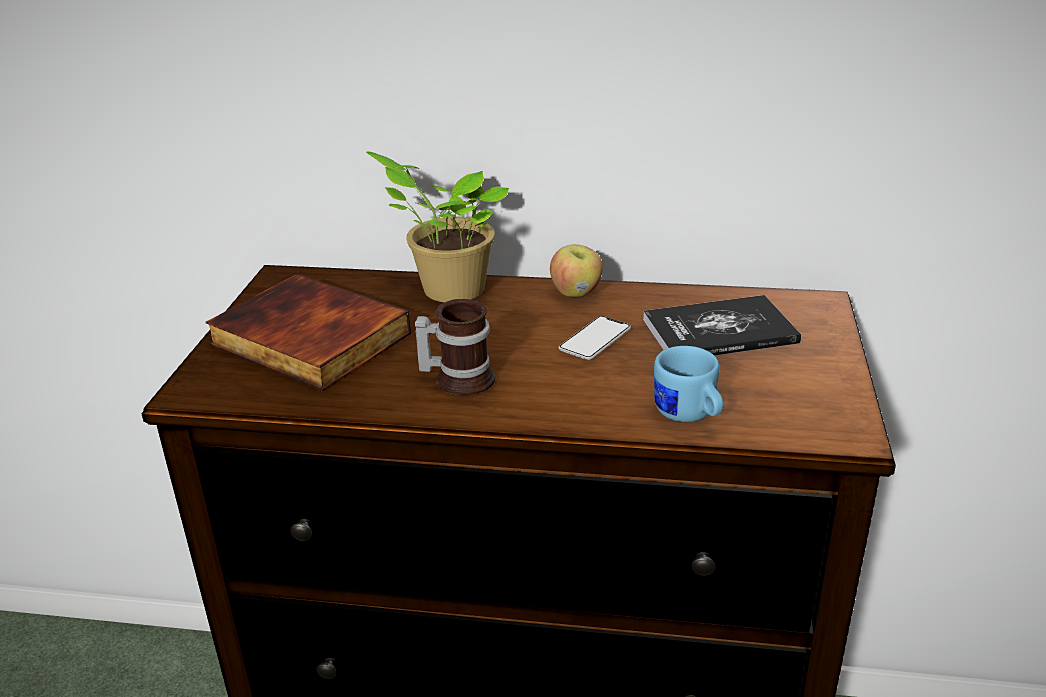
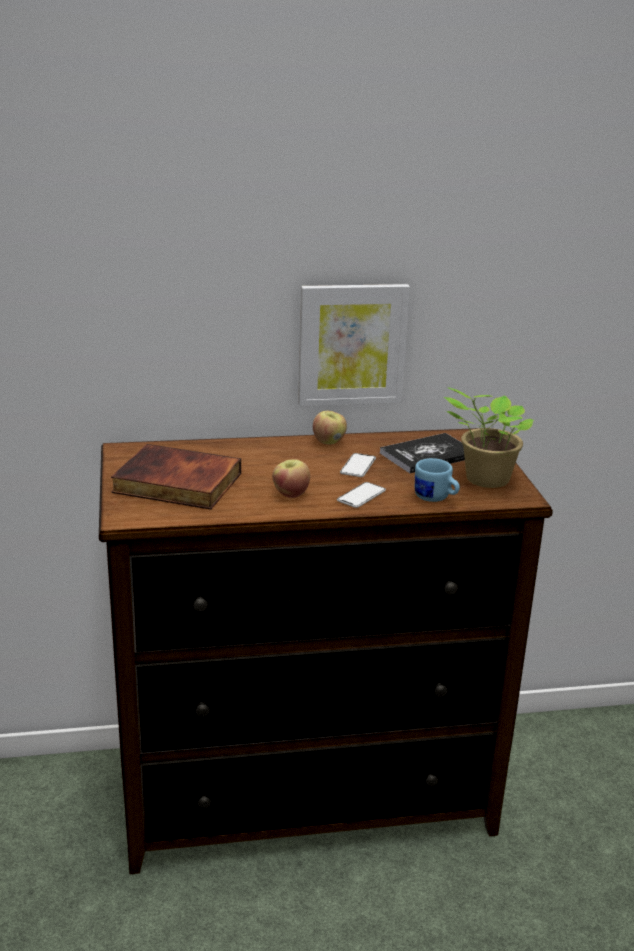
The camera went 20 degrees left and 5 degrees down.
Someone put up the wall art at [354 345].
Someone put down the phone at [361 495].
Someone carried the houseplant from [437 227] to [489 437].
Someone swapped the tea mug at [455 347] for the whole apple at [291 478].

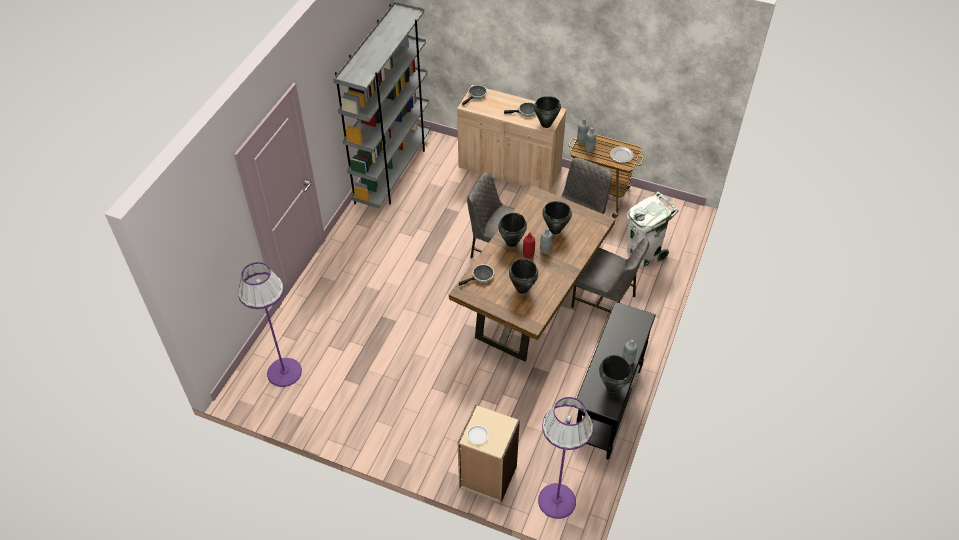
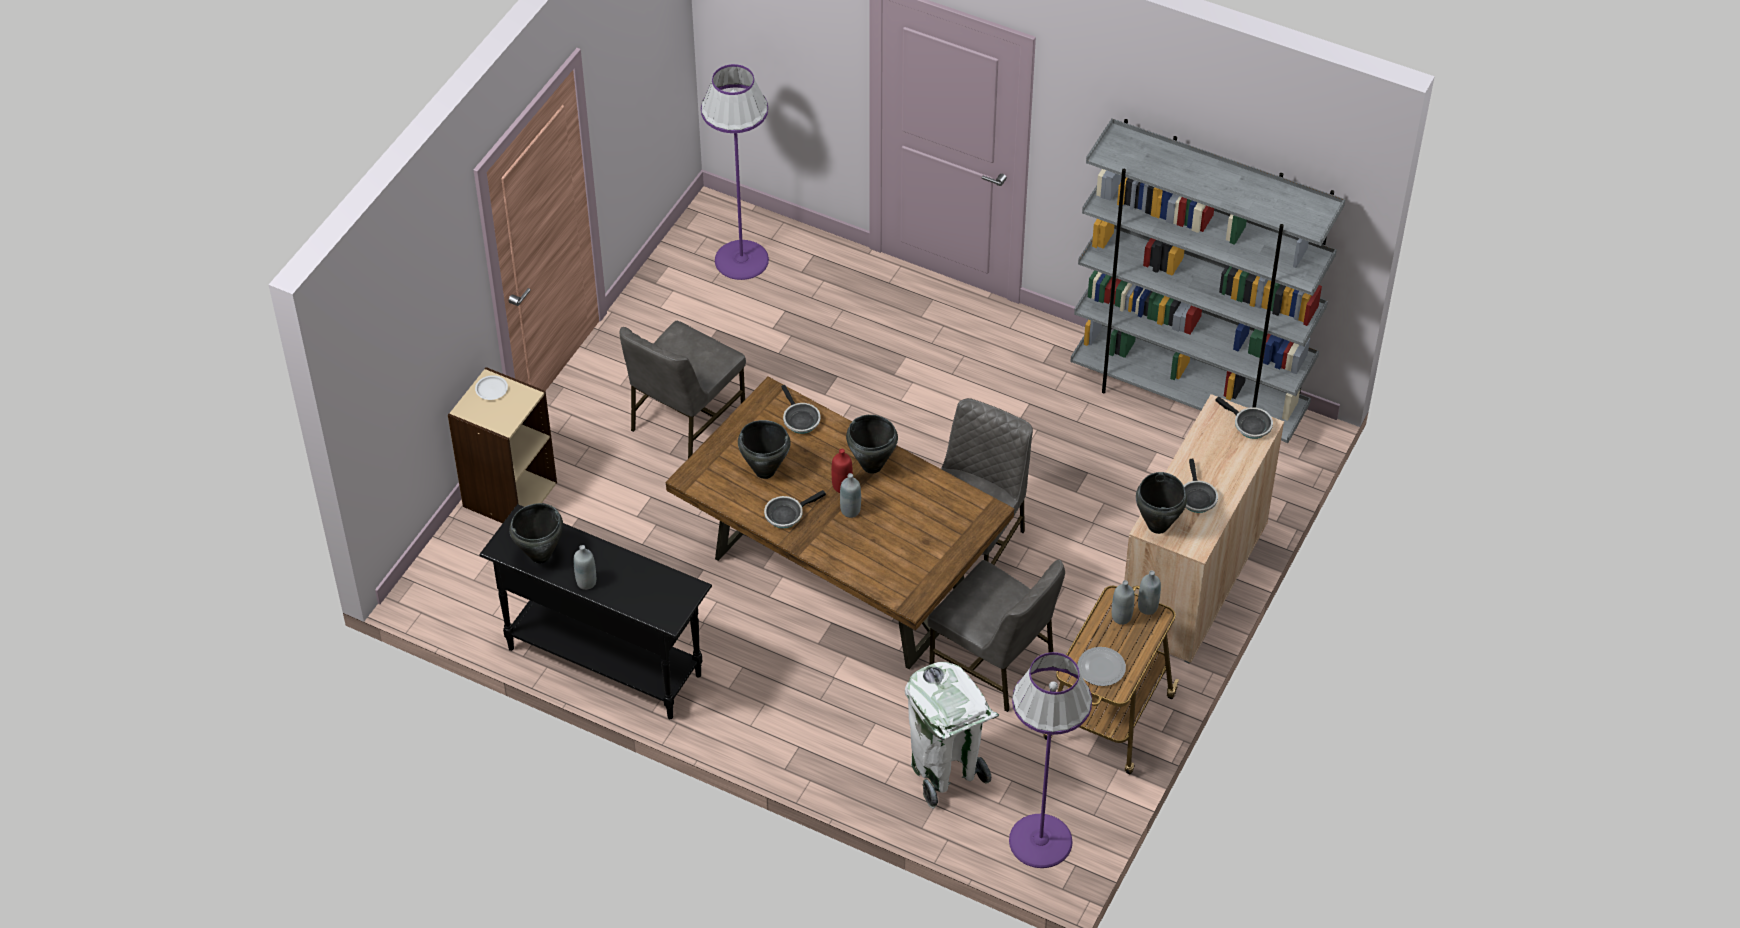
The camera went 95 degrees right and 0 degrees up.
Someone took away the stockpot in black-coloured at [557 218].
Someone put down the frying pan at [795 509].
Someone carried the floor lamp in purple-coloured from [565 458] to [1050 760].
Someone carried the chair in greyish from [610 275] to [683 389].

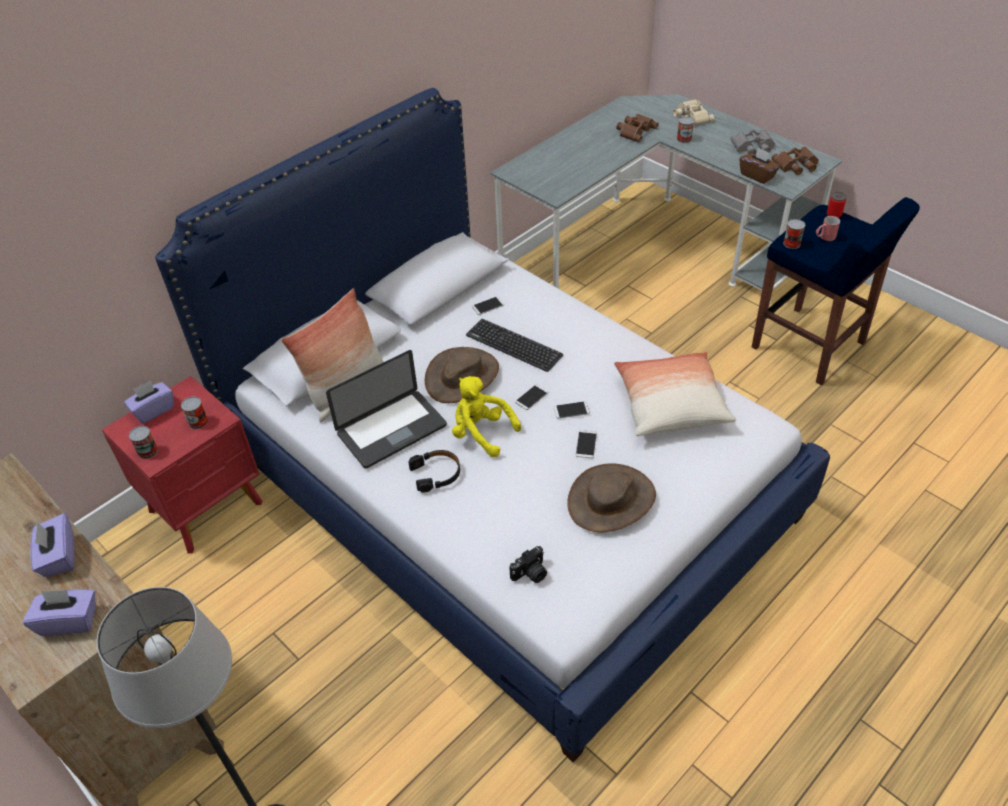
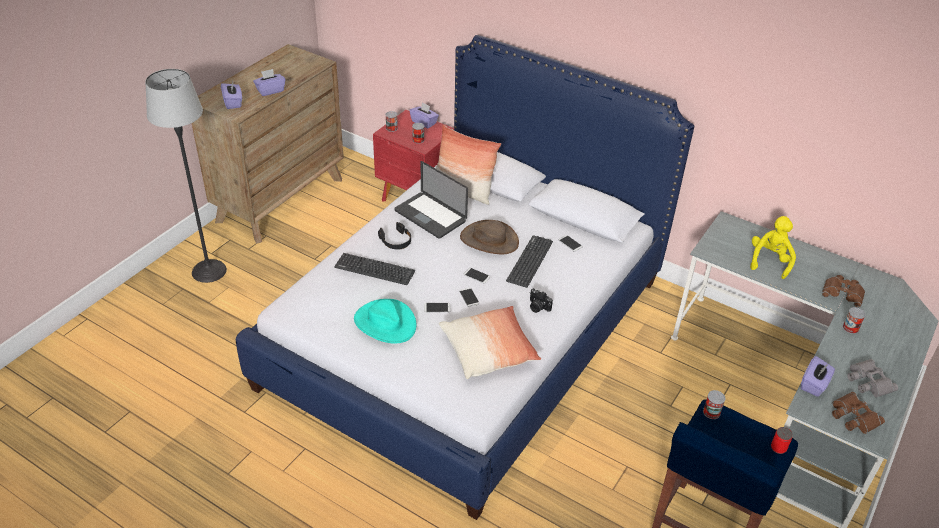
The camera went 75 degrees right and 5 degrees down.
Someone took away the field glasses in beige-coloured at [693 112].
Someone took away the tea mug in red at [828 228].
Someone put down the computer keyboard at [374 269].
Someone carried the plush toy in yellow-coloured from [486 416] to [773 247].
Someone carried the still camera from [528 564] to [541 300].
Someone repainted the clothing hat in brown at [611 497], which became the clothing hat in turquoise at [385 321].
Someone repainted the box of tissues in brown at [759 165], which became the box of tissues in purple-coloured at [818 376].

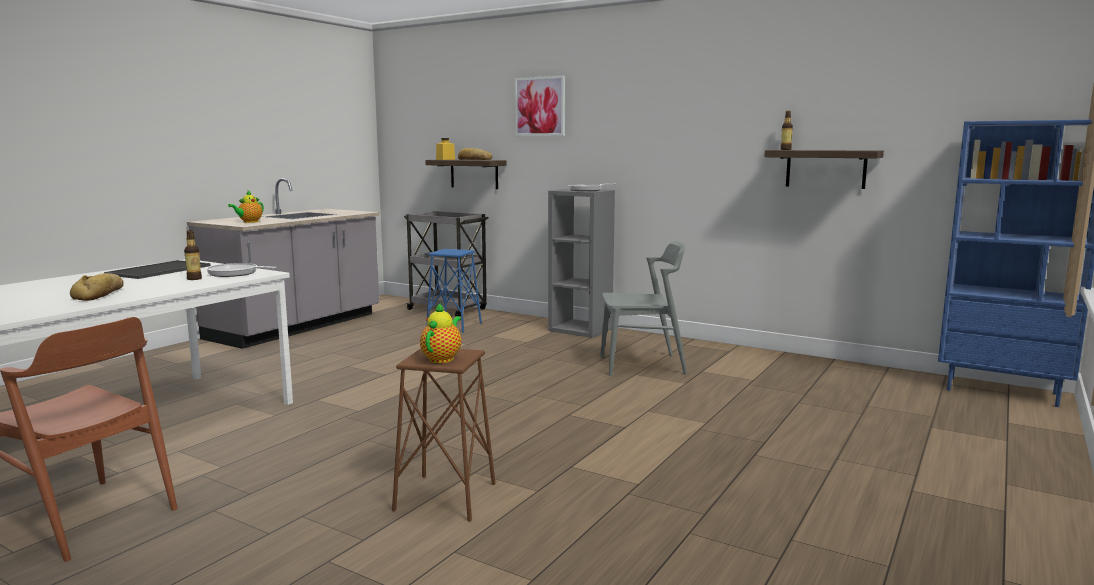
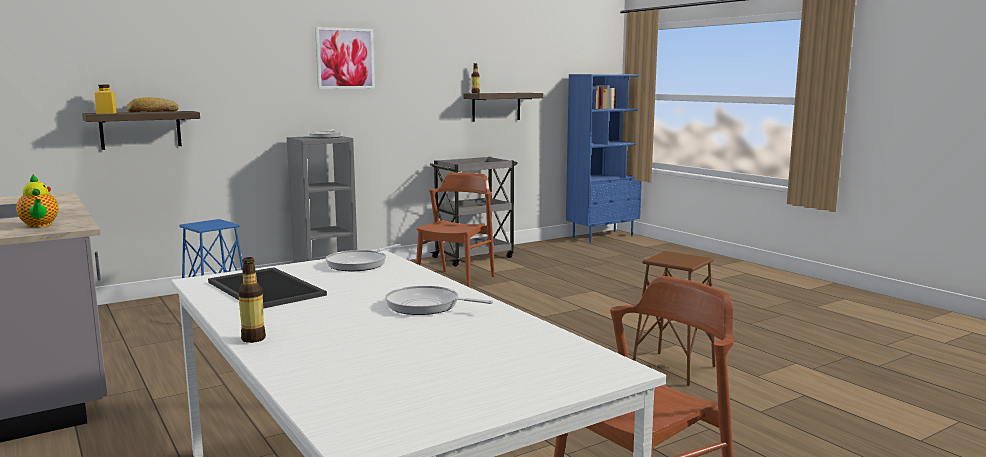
The camera went 65 degrees left and 0 degrees up.
Someone took away the tea pot at [440 332].
Someone carried the beverage bottle from [193 255] to [252 300].
Someone carried the wheeled cart in greyish from [446 264] to [474 212].
Someone carried the wall art from [540 106] to [345 58].
Someone swapped the bread at [97 287] for the frying pan at [439 300].
Someone repainted the chair in greyish at [643 308], which became the chair in brown at [455 229].

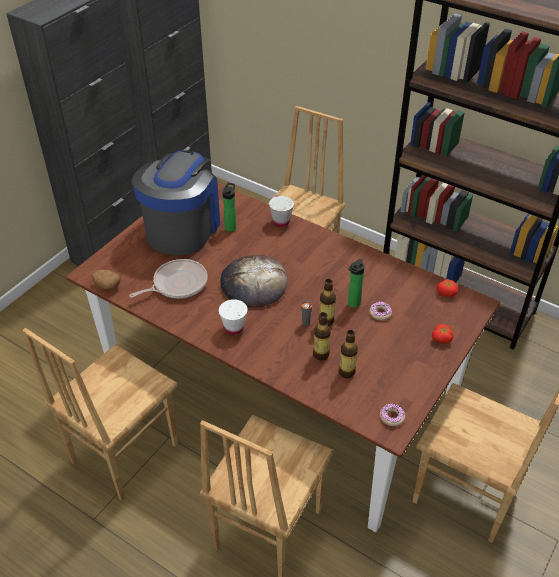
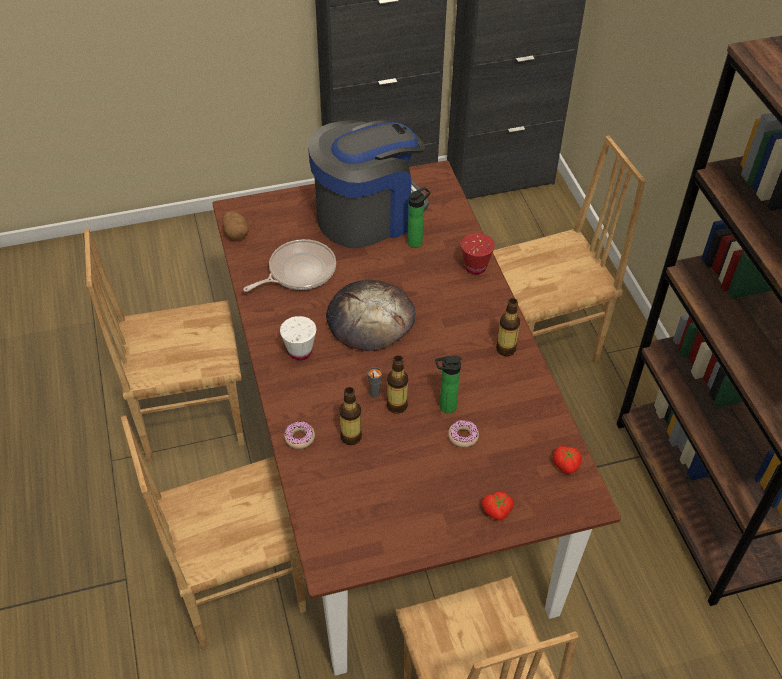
The camera went 40 degrees right and 5 degrees up.
Someone carried the beverage bottle from [348 354] to [508 327].
Someone carried the doughnut from [392 415] to [299 435].
Someone repainted the cup in white at [281 211], which became the cup in red at [478 254].
Someone rotated the frying pan at [168 279] by 45 degrees counterclockwise.

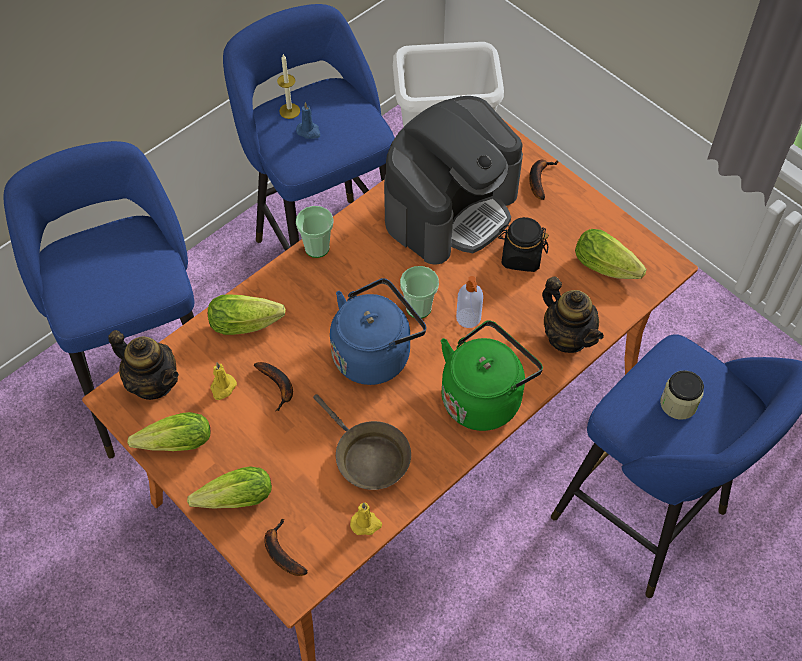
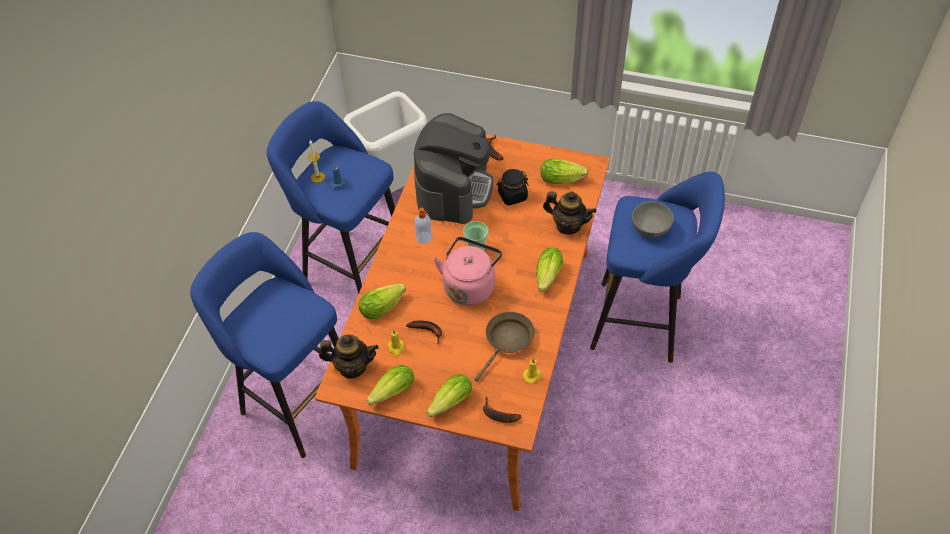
The camera went 30 degrees left and 5 degrees down.
Someone took away the cup at [314 232].
Someone carried the soap dispenser from [469 302] to [423 225].
Someone swapped the water kettle in green at [492 375] for the head of lettuce at [549 270].
Someone swapped the storage jar at [682 395] for the deep dish in greyish at [653 219].
Someone repainted the water kettle in bluish at [378 331], which became the water kettle in pinkish at [468 271].
Someone rotated the frying pan in brown at [362 442] by 75 degrees counterclockwise.

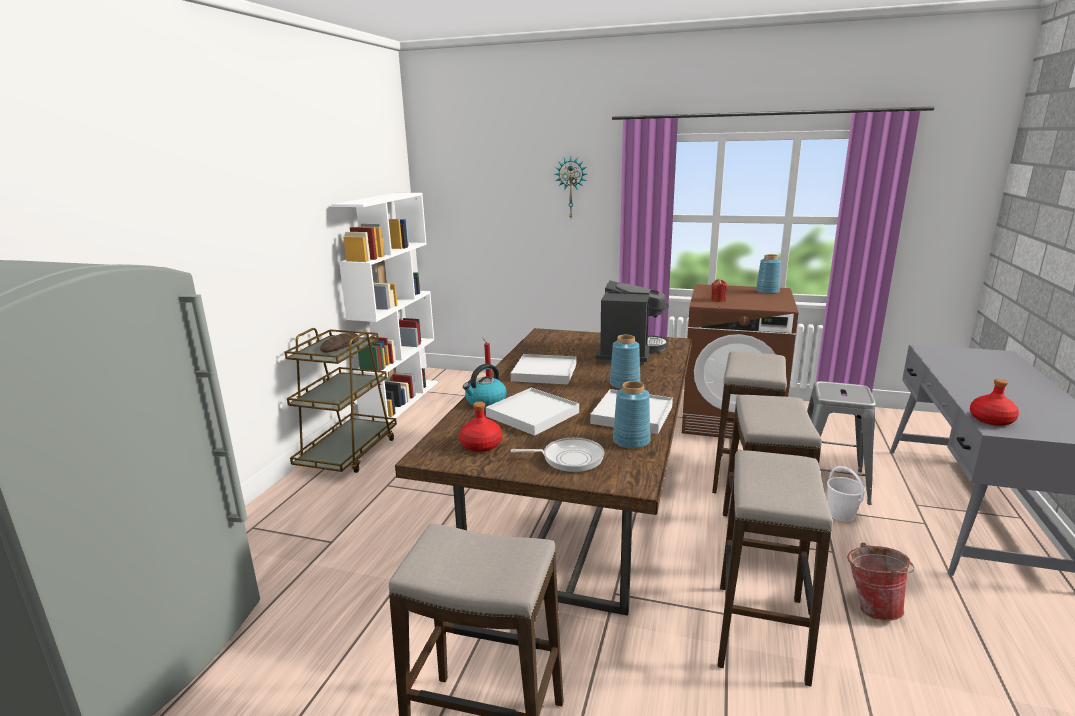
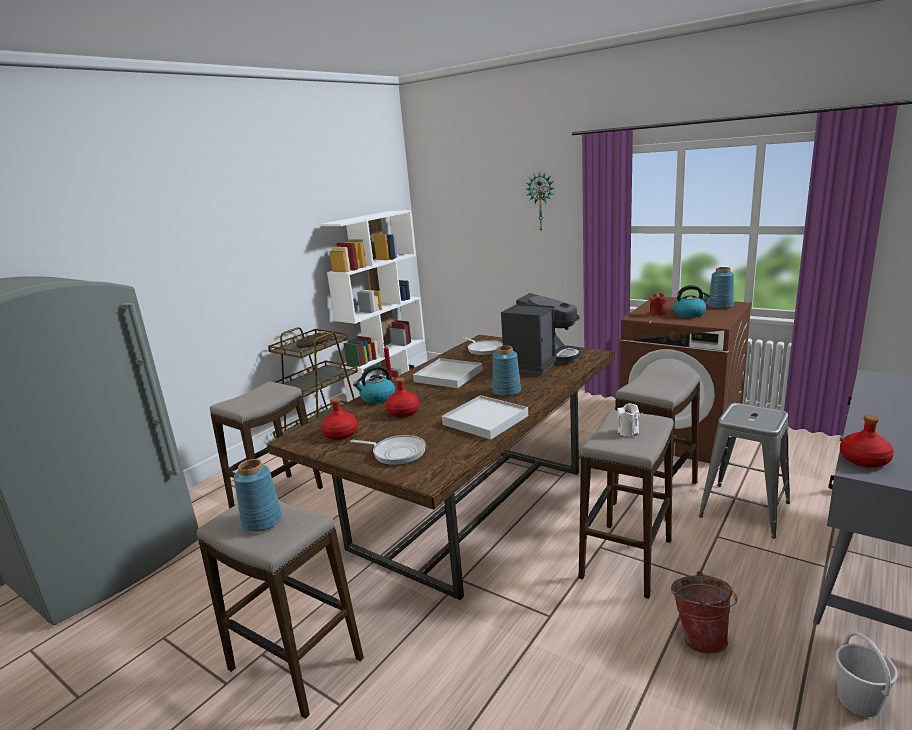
The camera went 20 degrees right and 0 degrees up.
Someone put down the frying pan at [483 346].
Someone put down the wax candle in white at [628 420].
Someone put down the water kettle at [691 301].
Someone carried the vase in bluish from [632 415] to [258 495].
Someone carried the stool seat from [775 568] to [266 445].
Someone carried the pail in white from [846 494] to [867 674].
Someone swapped the serving tray in white at [532 412] for the beverage bottle in red at [403 397].

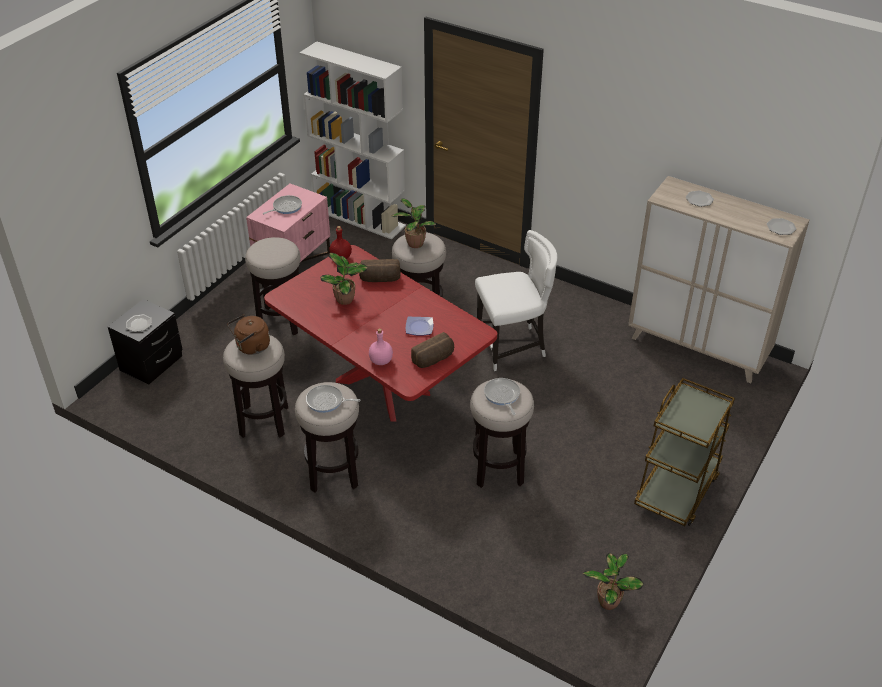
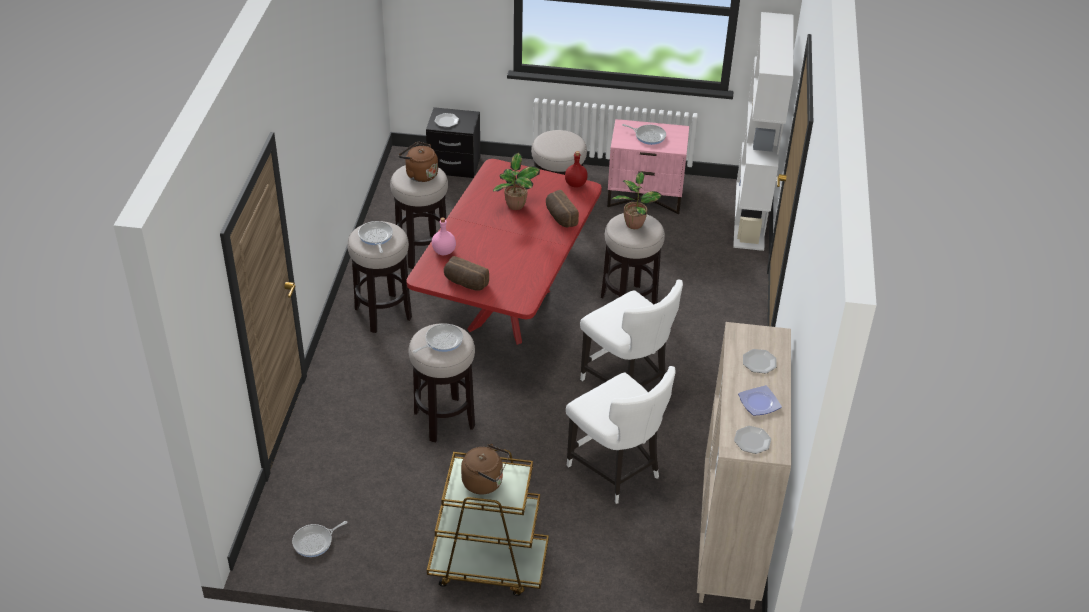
The camera went 65 degrees right and 0 degrees up.
Someone put down the water kettle in brown at [485 469].
Someone put down the chair in white at [620 435].
Someone carried the dinner plate from [419 326] to [760 400].
Someone swapped the houseplant at [613 581] for the frying pan at [320 539].

